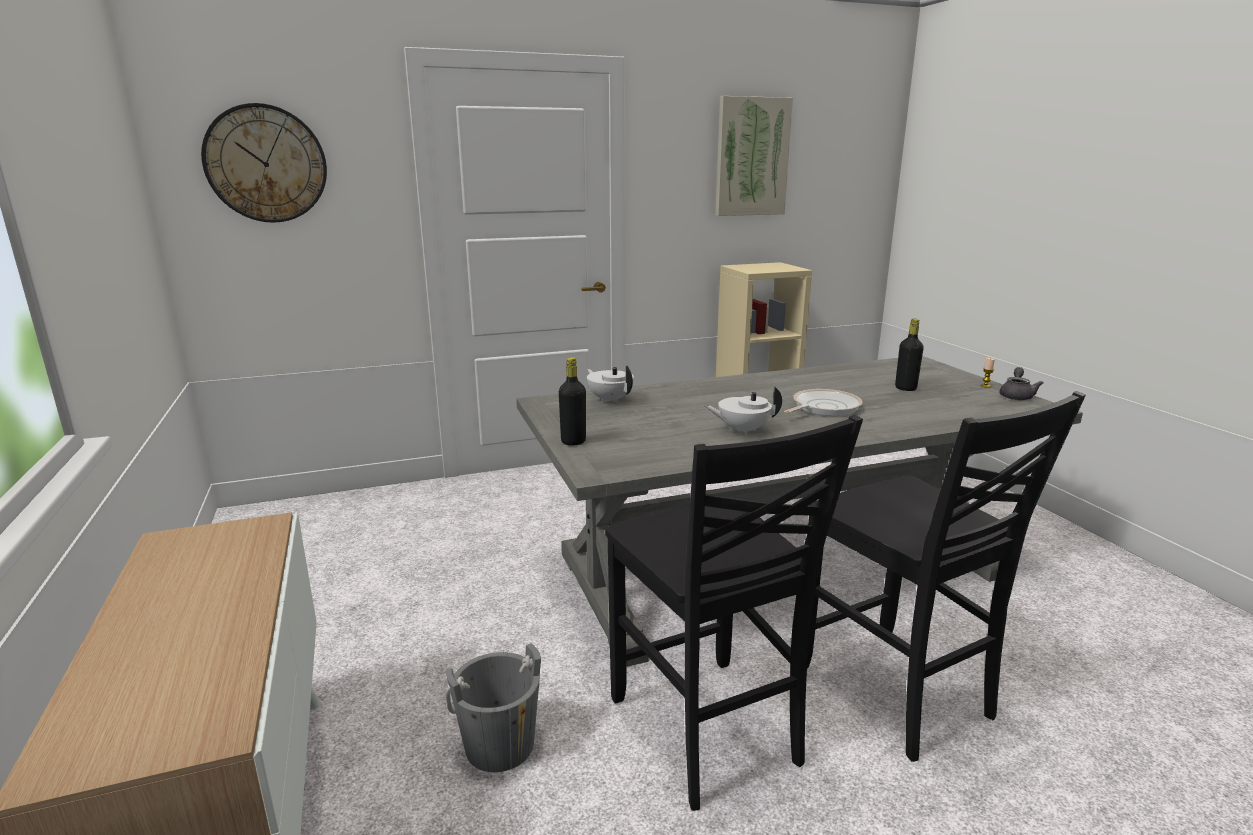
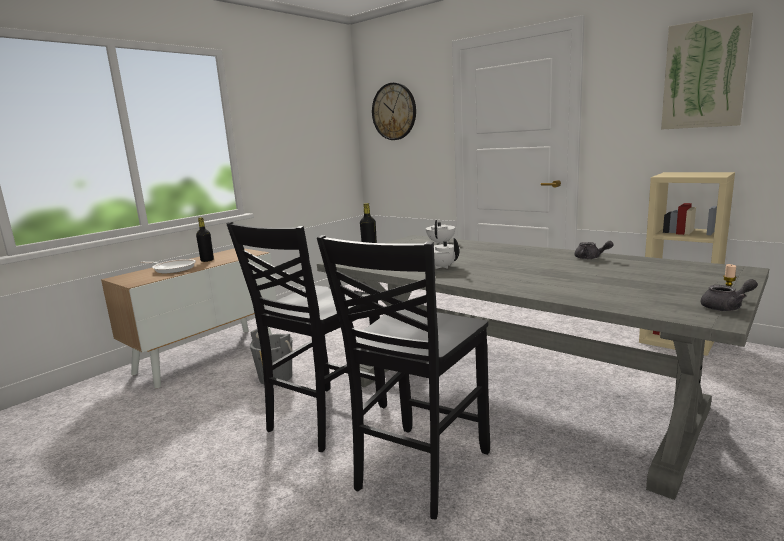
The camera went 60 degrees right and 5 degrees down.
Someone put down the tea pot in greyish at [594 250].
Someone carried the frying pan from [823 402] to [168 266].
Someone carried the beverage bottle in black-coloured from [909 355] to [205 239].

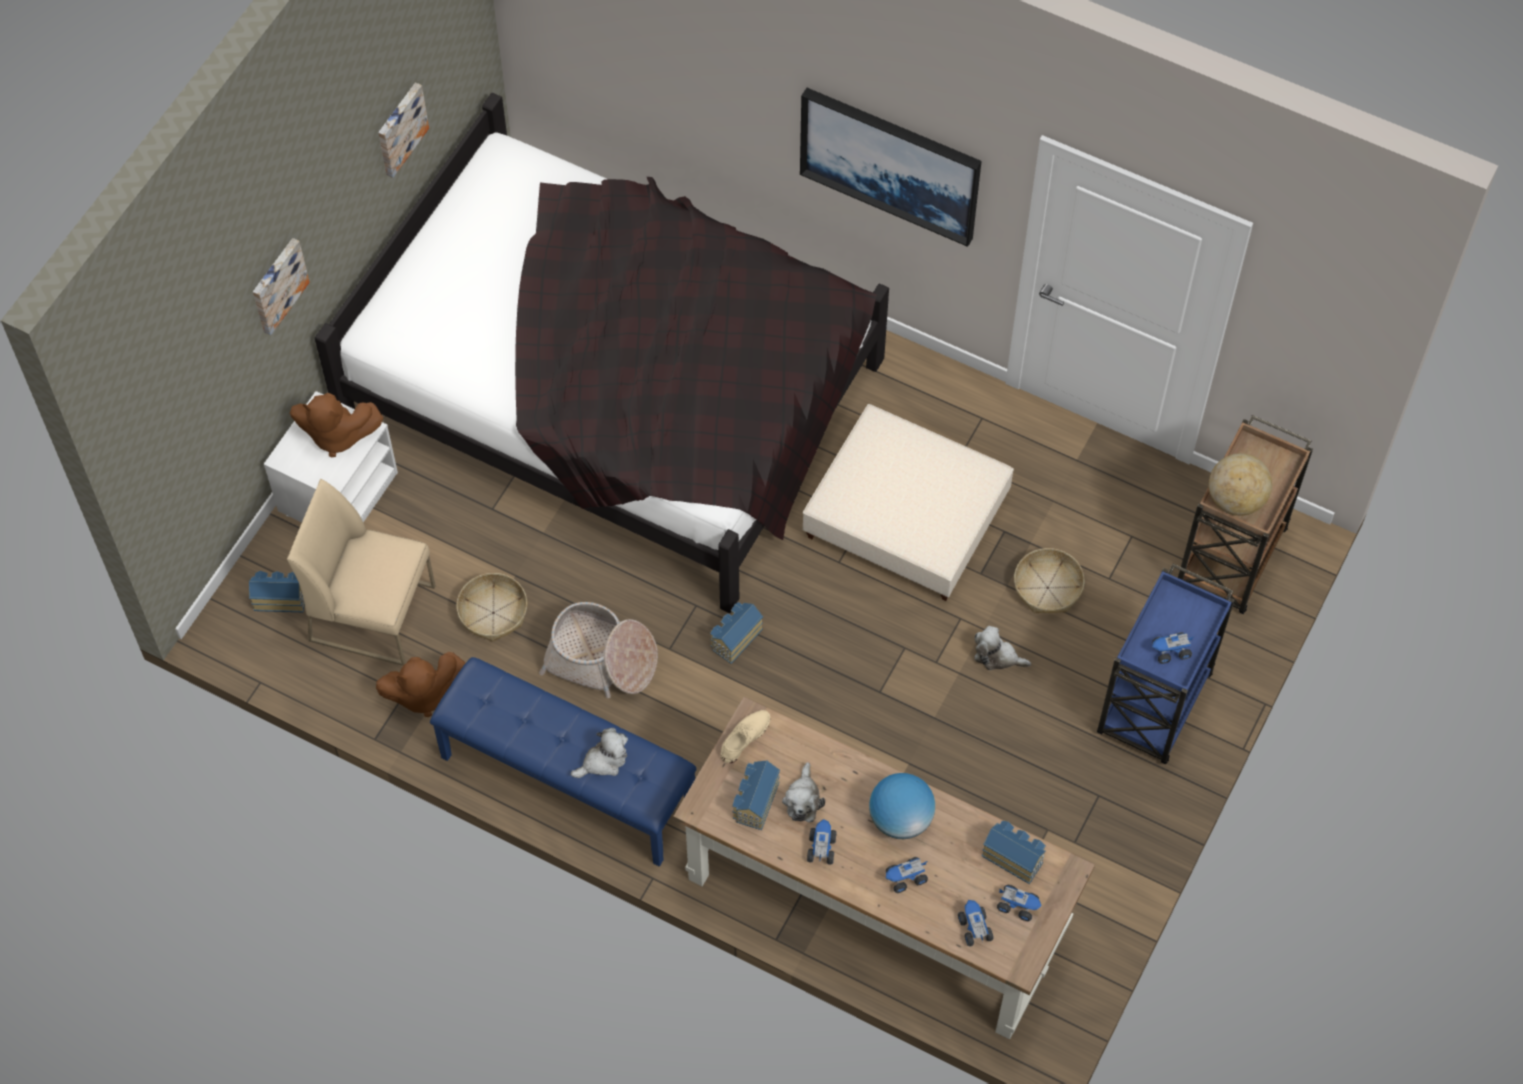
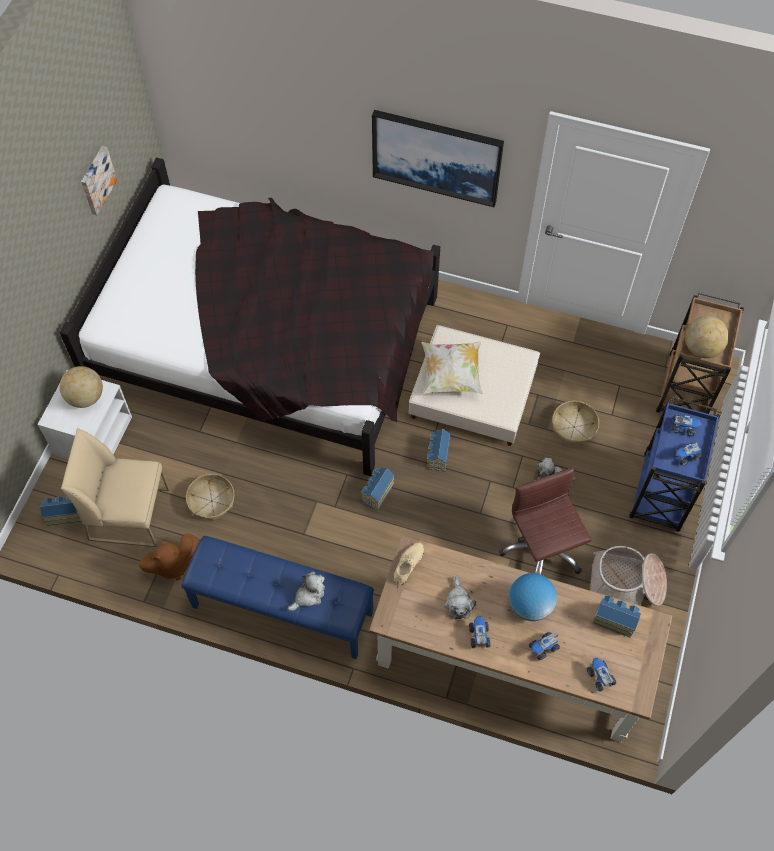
The camera went 10 degrees left and 0 degrees up.
Someone took away the wall art at [281 287].
Someone put down the throw pillow at [452 368].
Someone put down the computer chair in brown at [545 520].
Someone carried the household basket from [598 650] to [629 576].
Someone carried the miniature house from [756 795] to [439 450].
Someone carried the toy lorry from [1019 903] to [686 425].
Someone swapped the plush toy in brown at [337 425] for the desk globe at [81 387].

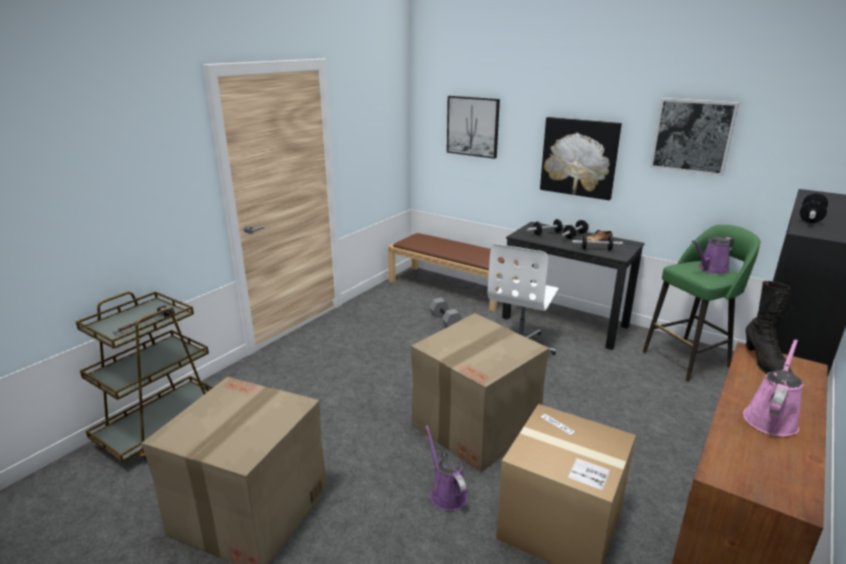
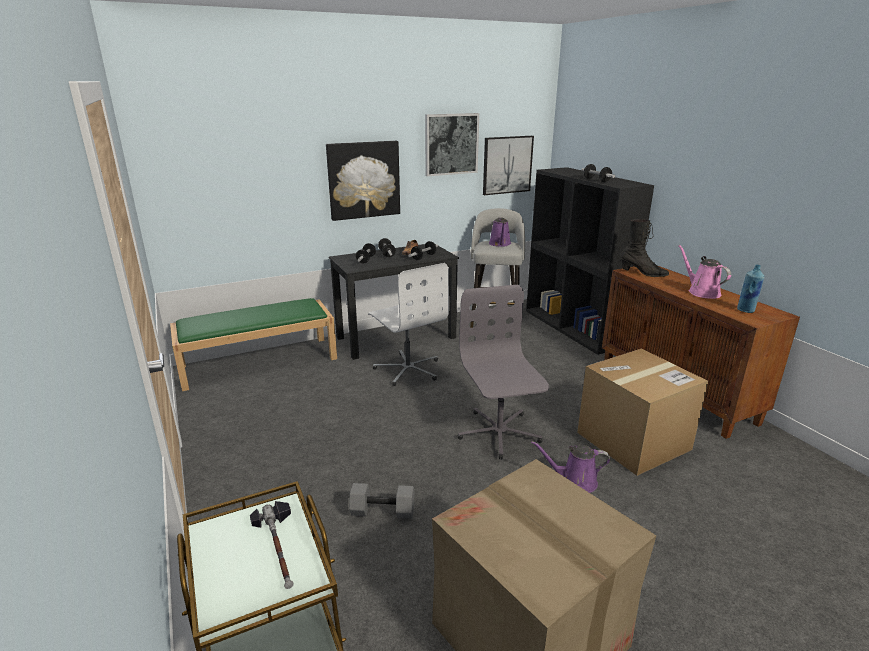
The camera went 60 degrees left and 0 degrees up.
Someone put down the beverage bottle in bluish at [751 289].
Someone carried the free weight in greyish from [445 312] to [382 501].
Someone carried the wall art from [473 127] to [508 165].
Someone swapped the cardboard box at [480 392] for the computer chair in greyish at [504 372].
Someone repainted the bench in brown at [453 272], which became the bench in green at [253 344].
Someone repainted the stool seat in green at [702 303], which became the stool seat in greyish at [497 268].

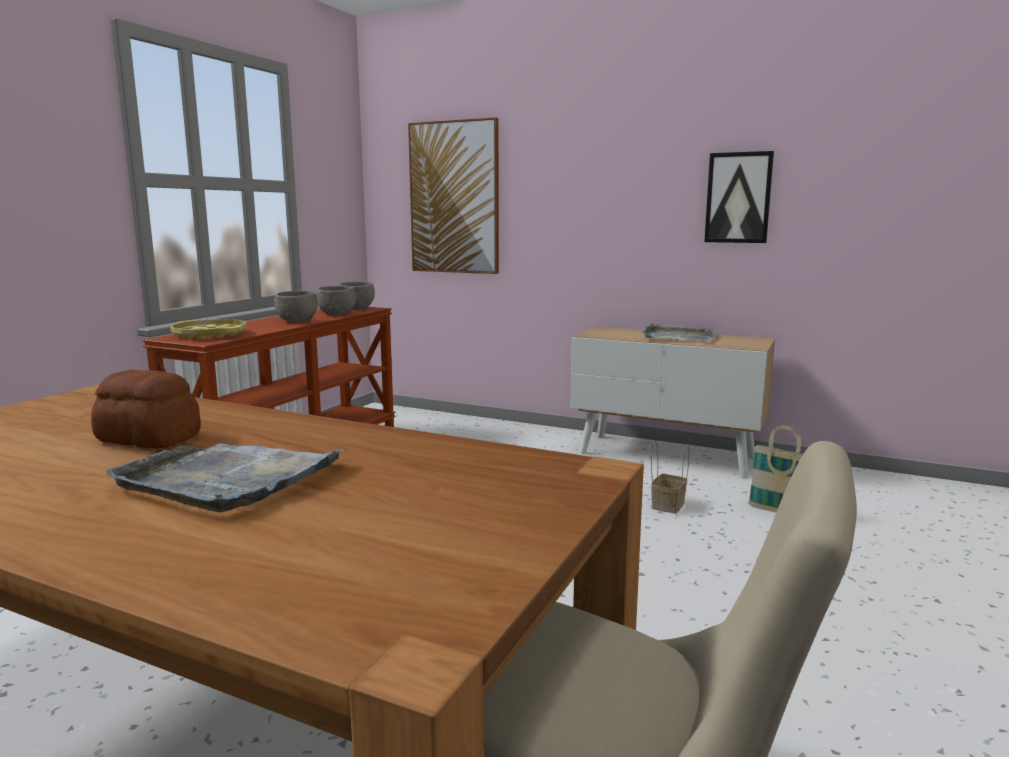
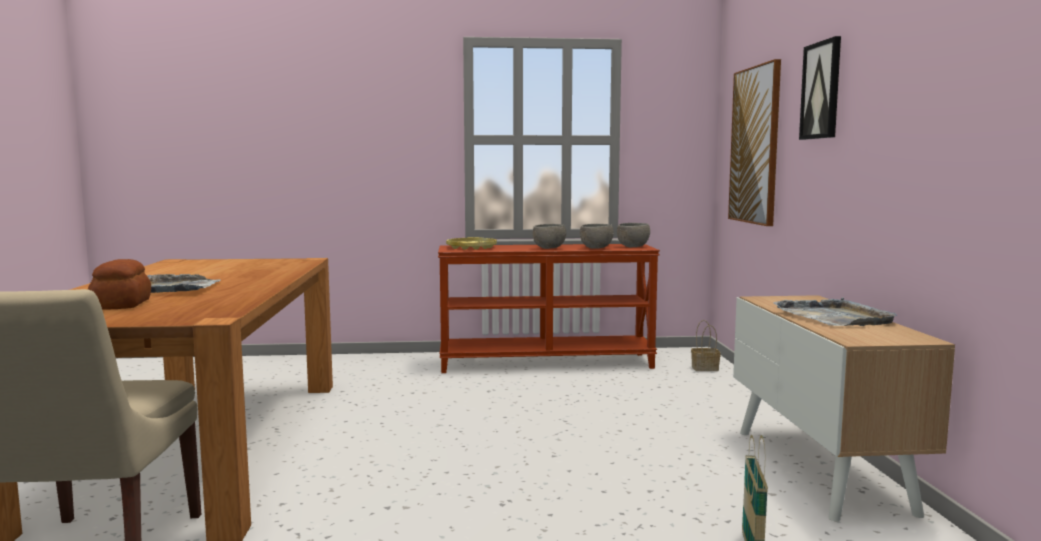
The camera went 60 degrees right and 5 degrees down.
Someone carried the bread from [146 409] to [119 284].
Someone carried the household basket from [670 477] to [706 345].
Someone carried the wall art from [739 197] to [820 88].

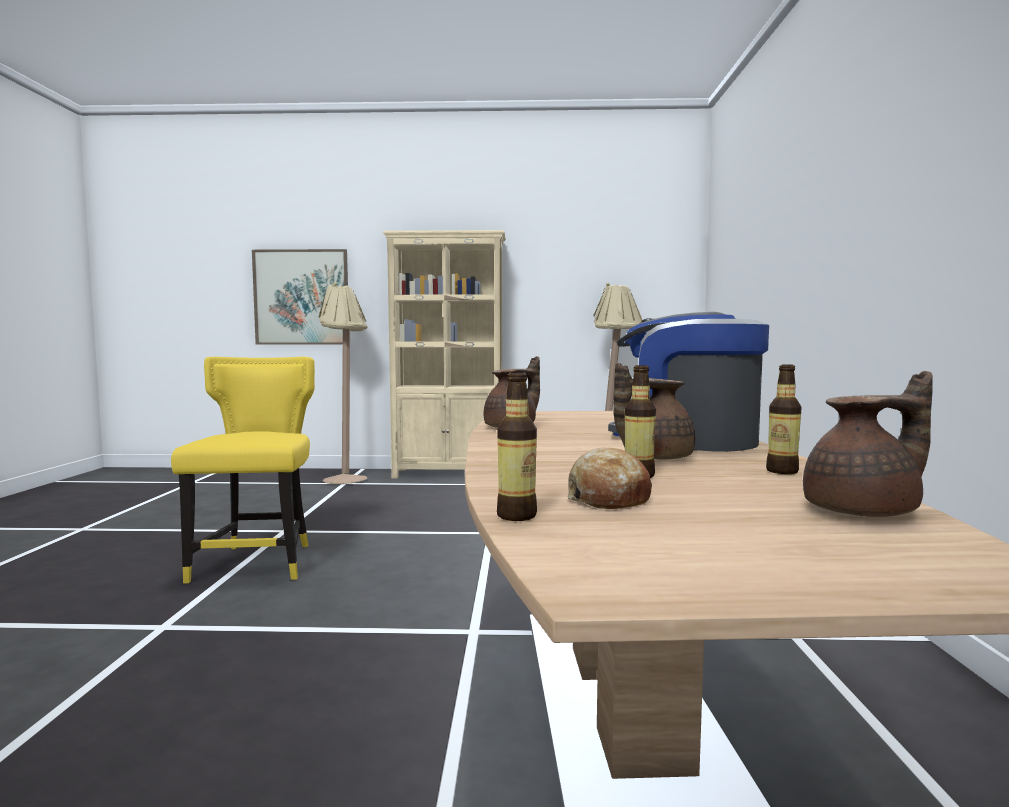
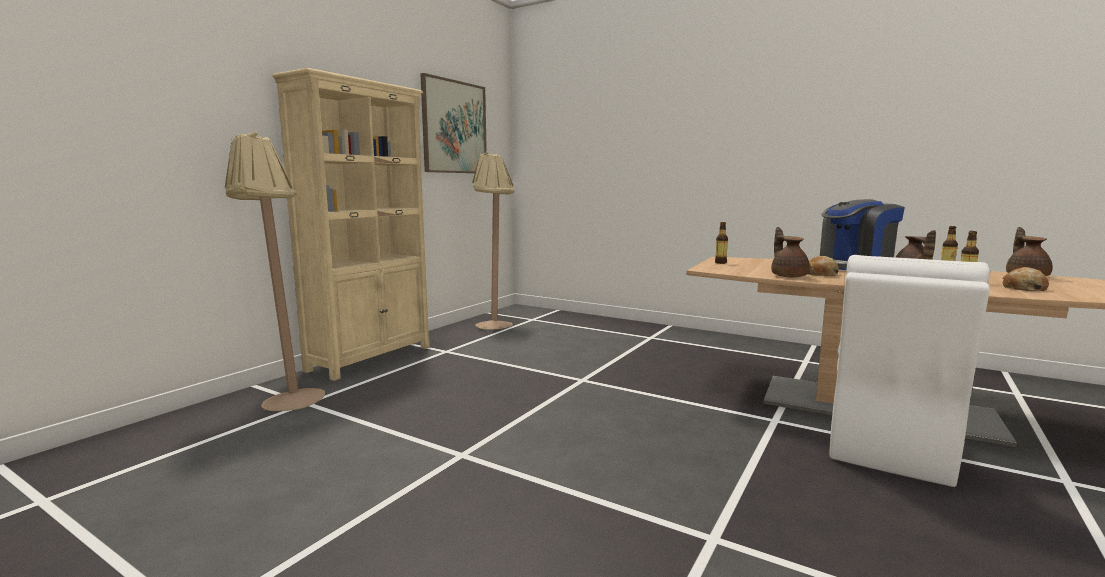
The camera went 60 degrees left and 5 degrees up.
Someone took away the chair in yellow-coloured at [243 470].
Someone put down the bread at [823 266].
Someone put down the chair in white at [909 371].
Someone carried the wall art from [300 296] to [453 123].
Someone carried the beverage bottle from [517 446] to [721 243].

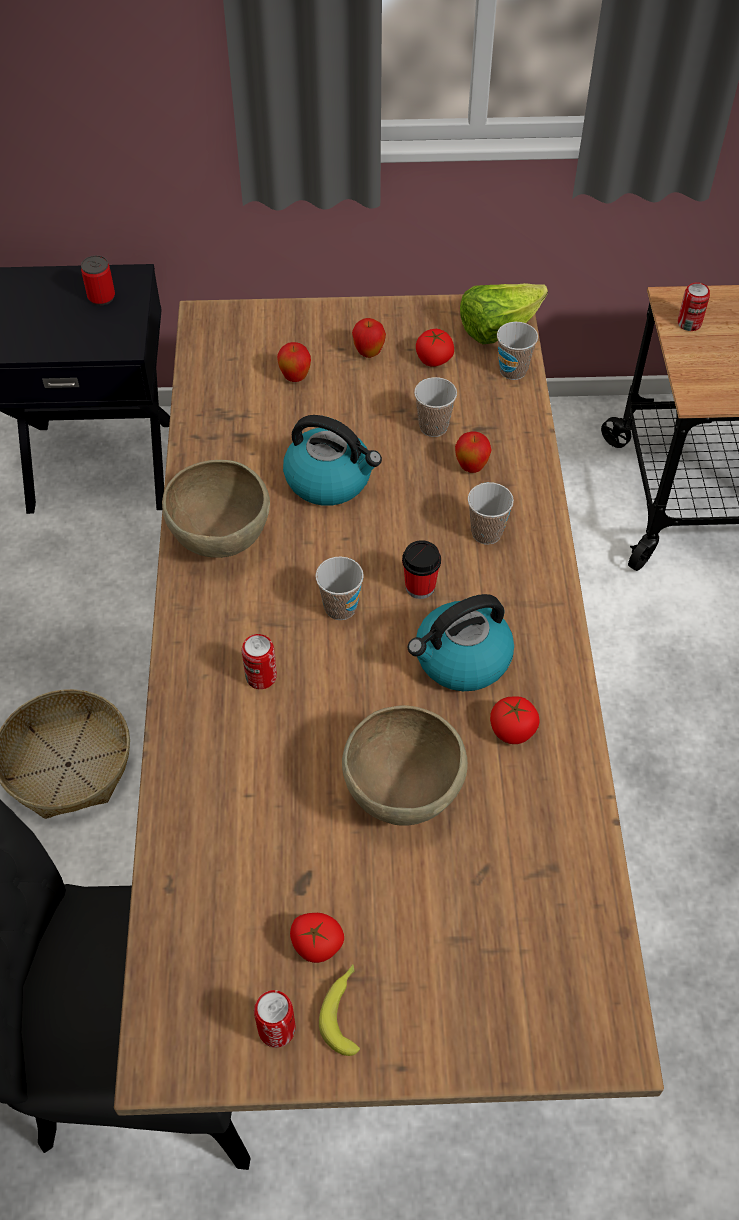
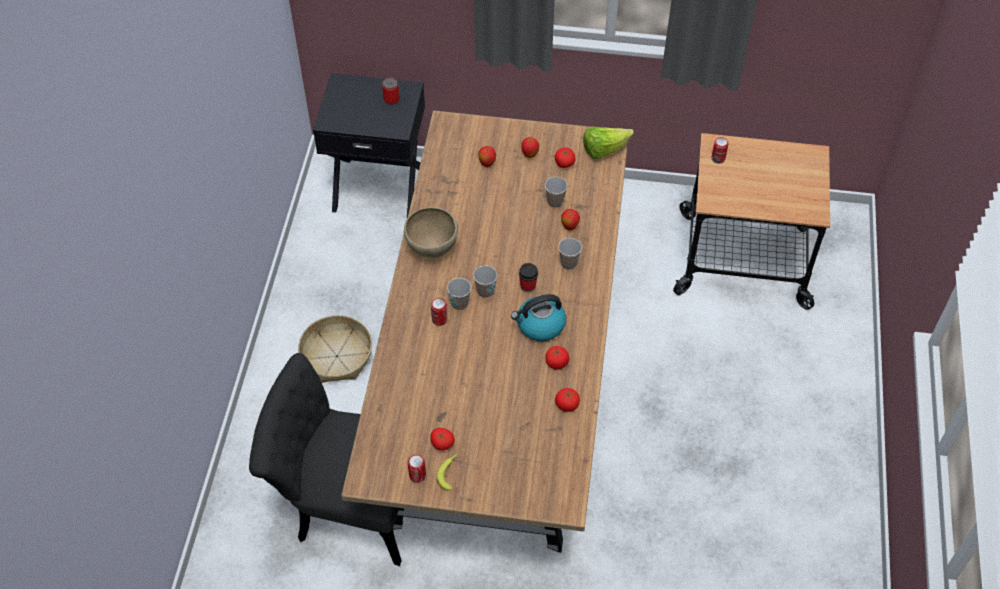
The camera went 10 degrees right and 0 degrees up.
Someone took away the water kettle at [332 460].
Someone took away the deep dish in brown at [405 765].
Someone put down the tomato at [567 400].
Someone carried the cup from [517 351] to [459 294].

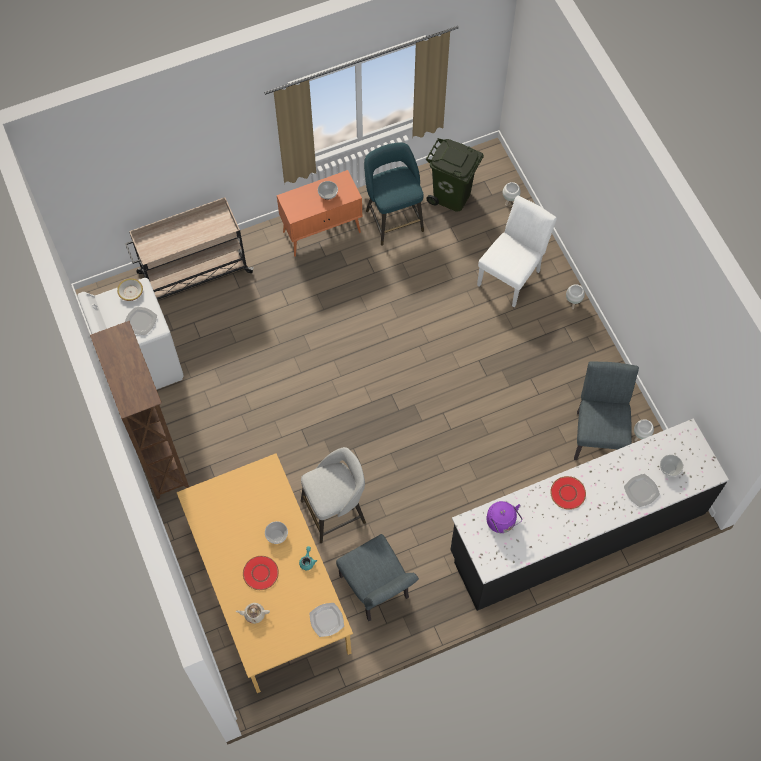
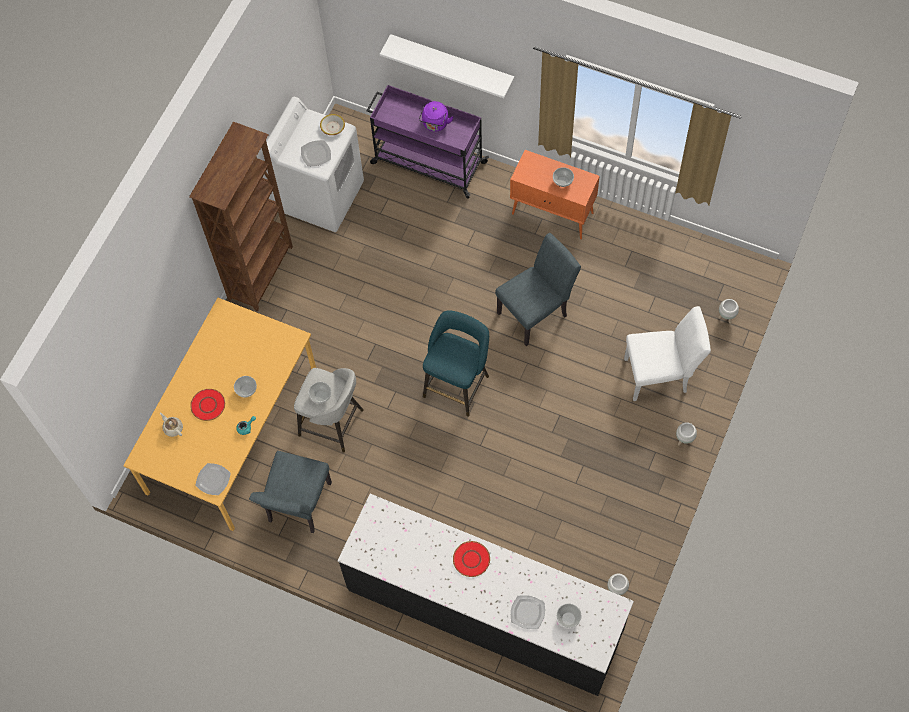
The camera went 50 degrees right and 0 degrees up.
Someone took away the trash can in green at [455 175].
Someone put down the deep dish at [320 392].
Someone put up the bracket shelf in white at [447 66].
Someone carried the stool seat in turquoise from [394 194] to [456 363].
Someone carried the water kettle in purple-coloured from [504 517] to [436 116].
Someone carried the chair in greyish from [606 411] to [538 289].
Someone repainted the wheeled cart in beige-coloured at [189 248], which became the wheeled cart in purple-coloured at [428 142].

